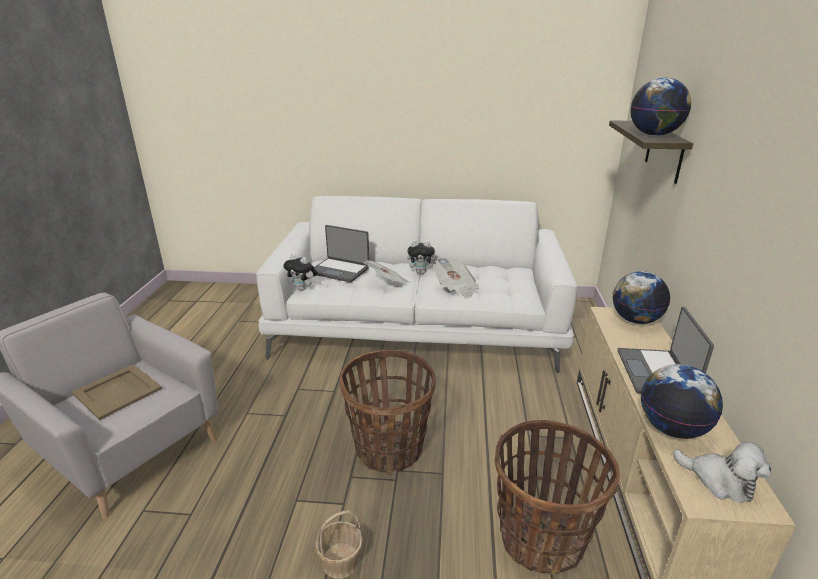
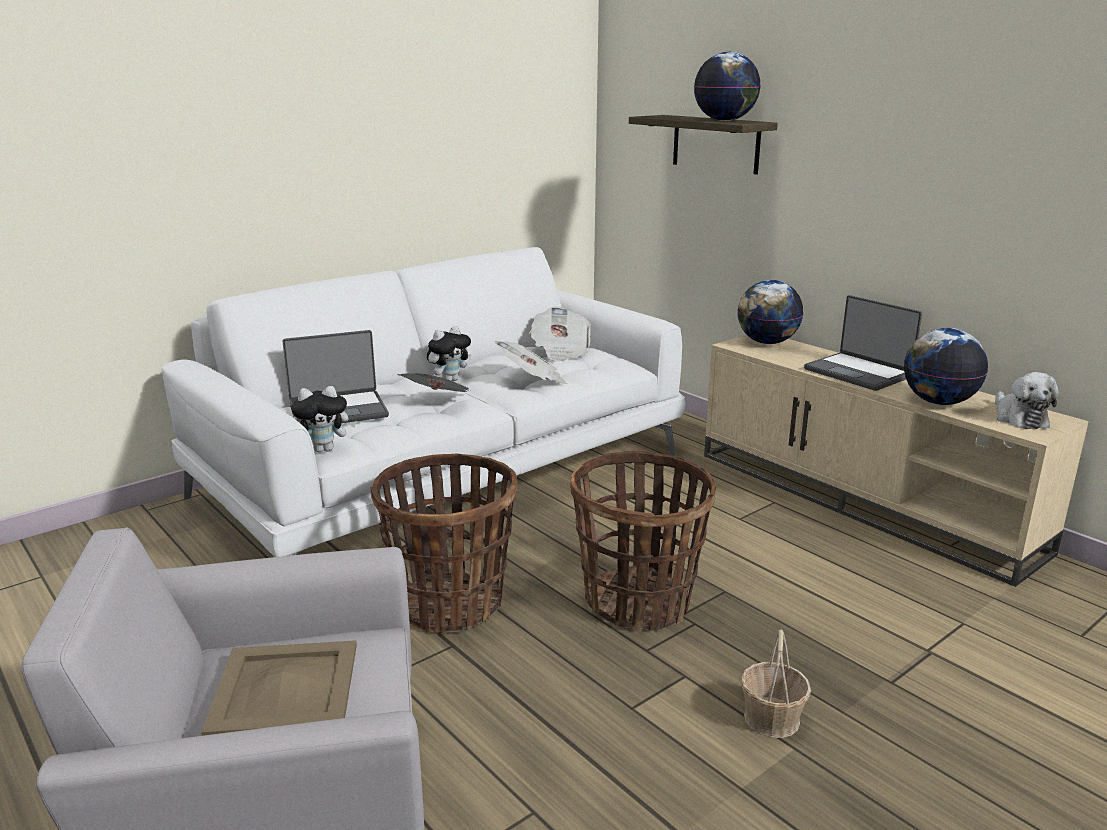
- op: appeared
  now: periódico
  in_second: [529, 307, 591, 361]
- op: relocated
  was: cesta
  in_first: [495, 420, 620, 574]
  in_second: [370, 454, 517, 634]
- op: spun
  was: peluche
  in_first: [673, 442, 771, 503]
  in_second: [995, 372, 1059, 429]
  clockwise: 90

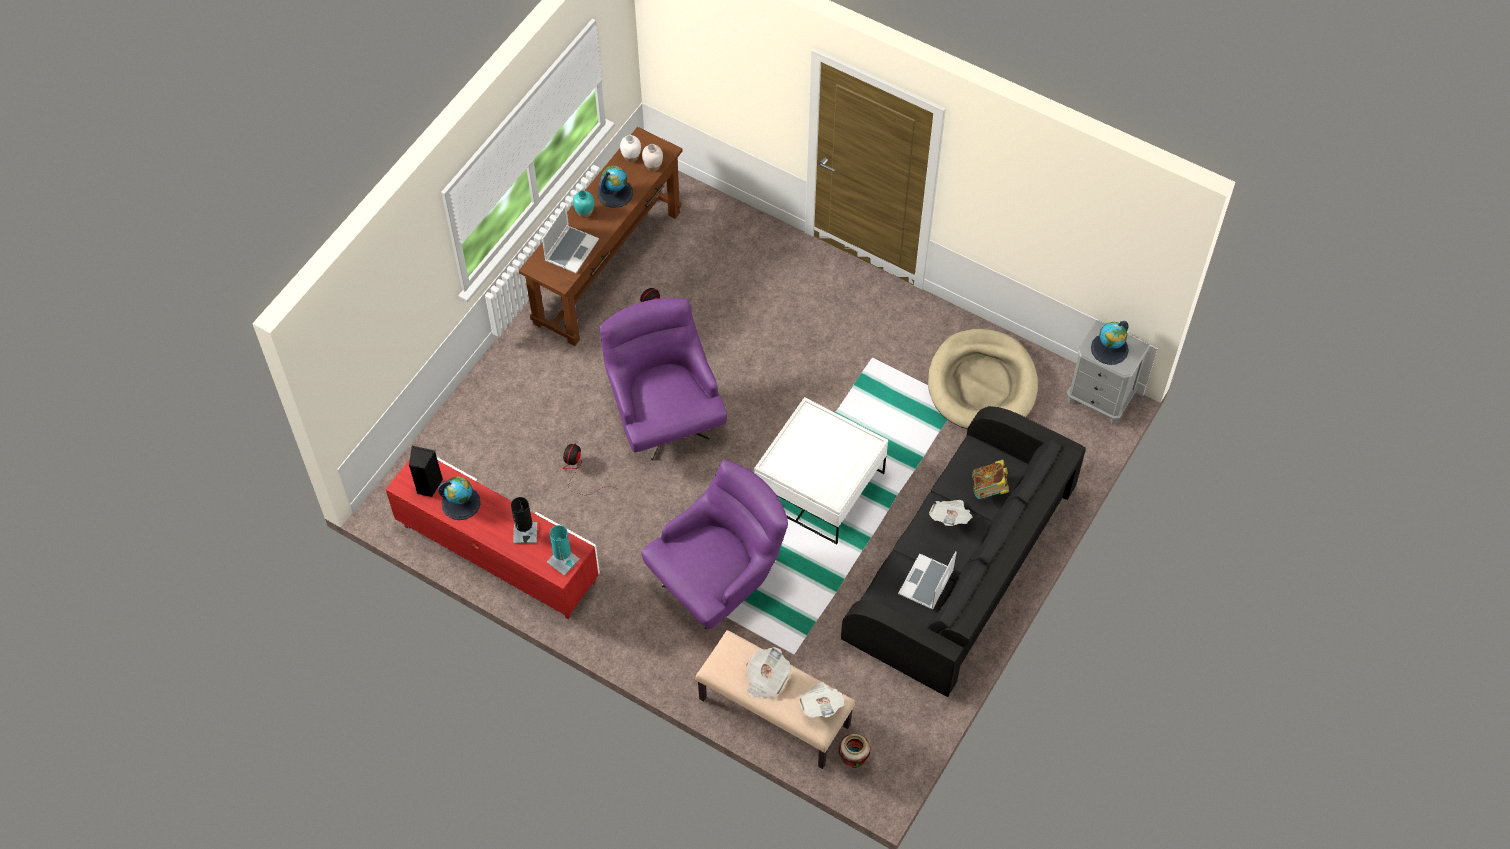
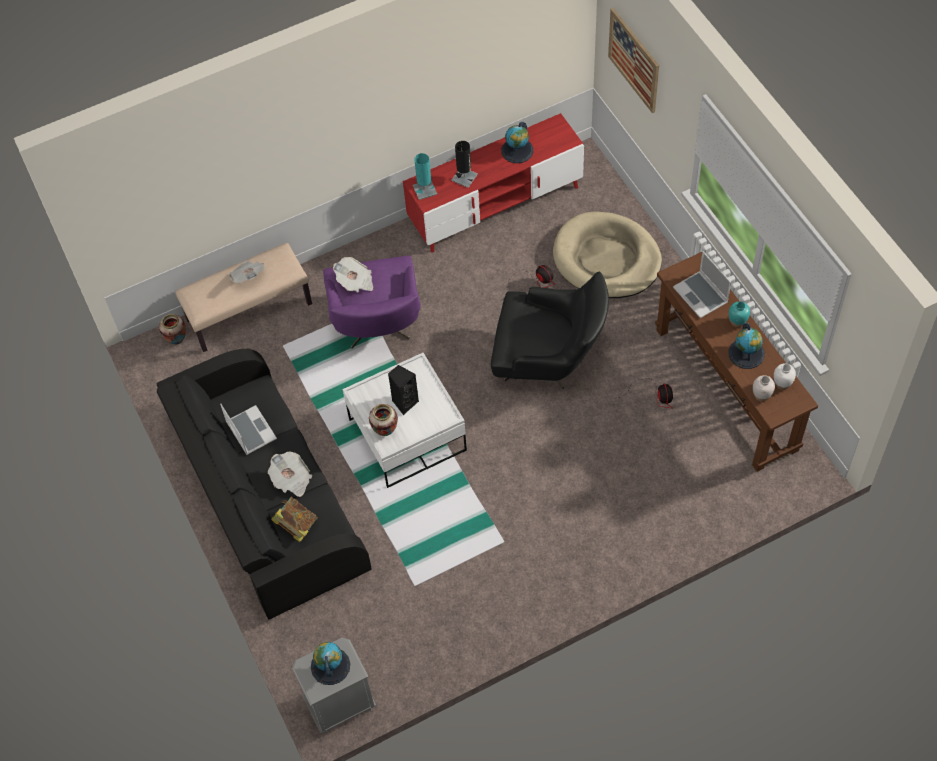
- op: appeared
  now: florero
  in_second: [369, 404, 398, 436]
- op: appeared
  now: cuadro
  in_second: [608, 8, 659, 113]
- op: relocated
  was: altavoz (negro)
  in_first: [409, 446, 443, 497]
  in_second: [388, 365, 419, 415]
- op: relocated
  was: periódico
  in_first: [799, 682, 844, 718]
  in_second: [333, 257, 373, 292]
- op: relocated
  was: cama para perro (beis)
  in_first: [928, 329, 1038, 429]
  in_second: [553, 211, 662, 298]
- op: colour
  was: sillón (morado)
  now: sillón (negro)
  in_first: [600, 298, 727, 460]
  in_second: [491, 272, 609, 389]

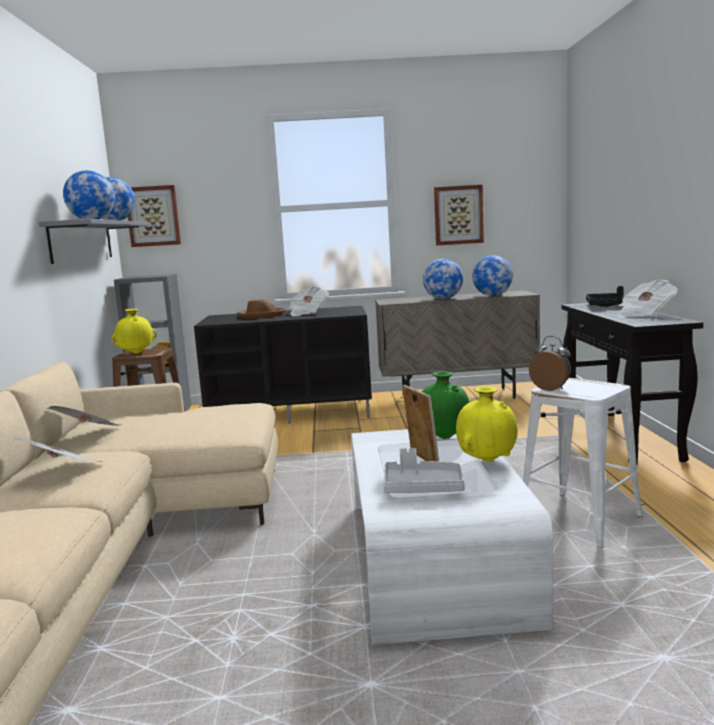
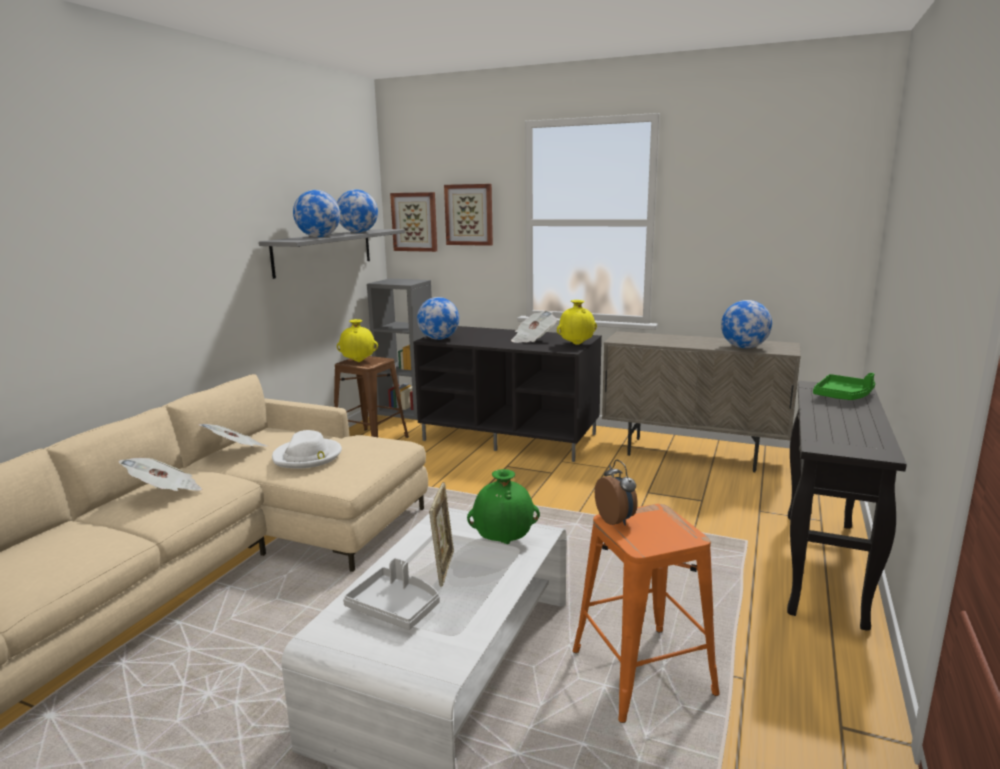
- op: missing
  was: sombrero (marrón)
  in_first: [237, 299, 285, 318]
- op: missing
  was: periódico
  in_first: [617, 280, 678, 317]
- op: appeared
  now: sombrero (blanco)
  in_second: [272, 430, 342, 469]
- op: relocated
  was: globo terráqueo
  in_first: [423, 259, 463, 299]
  in_second: [417, 297, 459, 340]
- op: relocated
  was: cuadro
  in_first: [434, 185, 484, 245]
  in_second: [444, 184, 493, 246]
- op: relocated
  was: florero (amarillo)
  in_first: [456, 386, 518, 462]
  in_second: [557, 300, 597, 345]
- op: colour
  was: taburete (blanco)
  now: taburete (naranja)
  in_first: [523, 378, 643, 547]
  in_second: [573, 504, 720, 723]
- op: colour
  was: bandeja (negro)
  now: bandeja (verde)
  in_first: [586, 286, 624, 307]
  in_second: [813, 373, 875, 400]

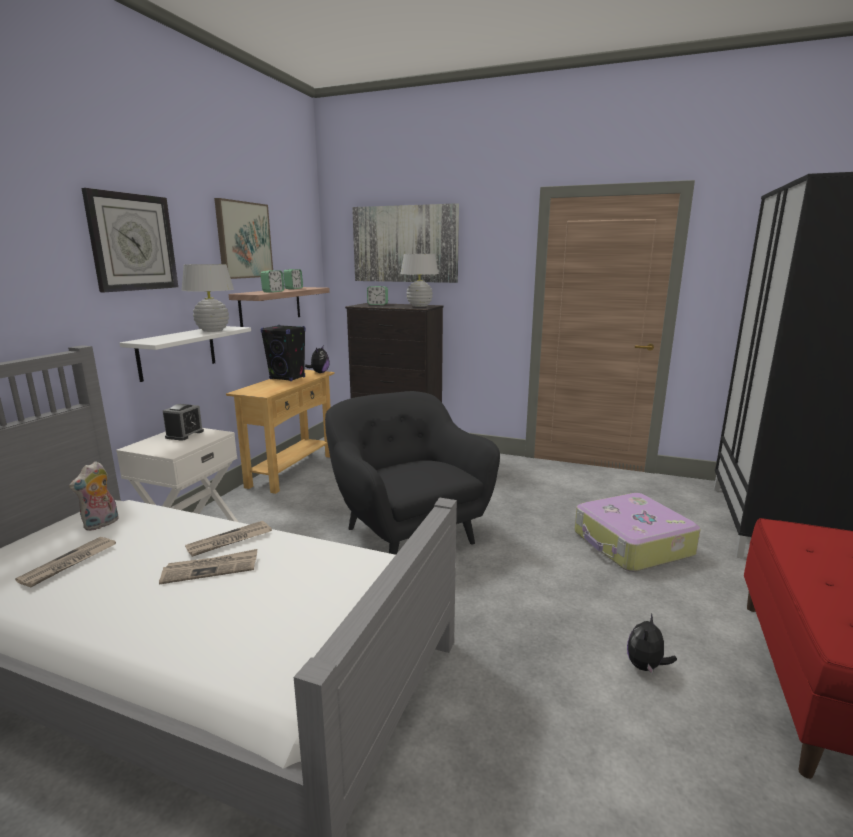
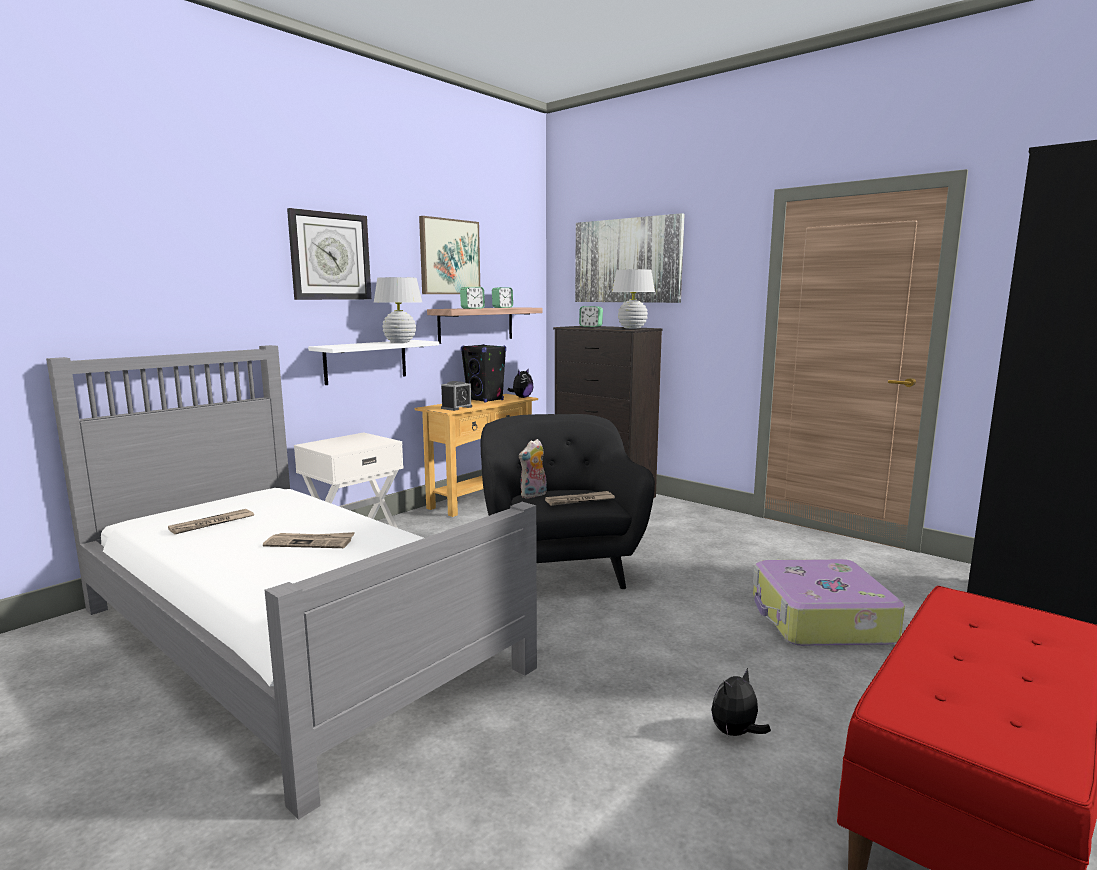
- op: relocated
  was: peluche
  in_first: [69, 461, 118, 531]
  in_second: [519, 439, 547, 499]
- op: relocated
  was: despertador
  in_first: [162, 404, 204, 441]
  in_second: [441, 381, 472, 411]
- op: relocated
  was: periódico
  in_first: [185, 521, 272, 557]
  in_second: [545, 491, 615, 506]

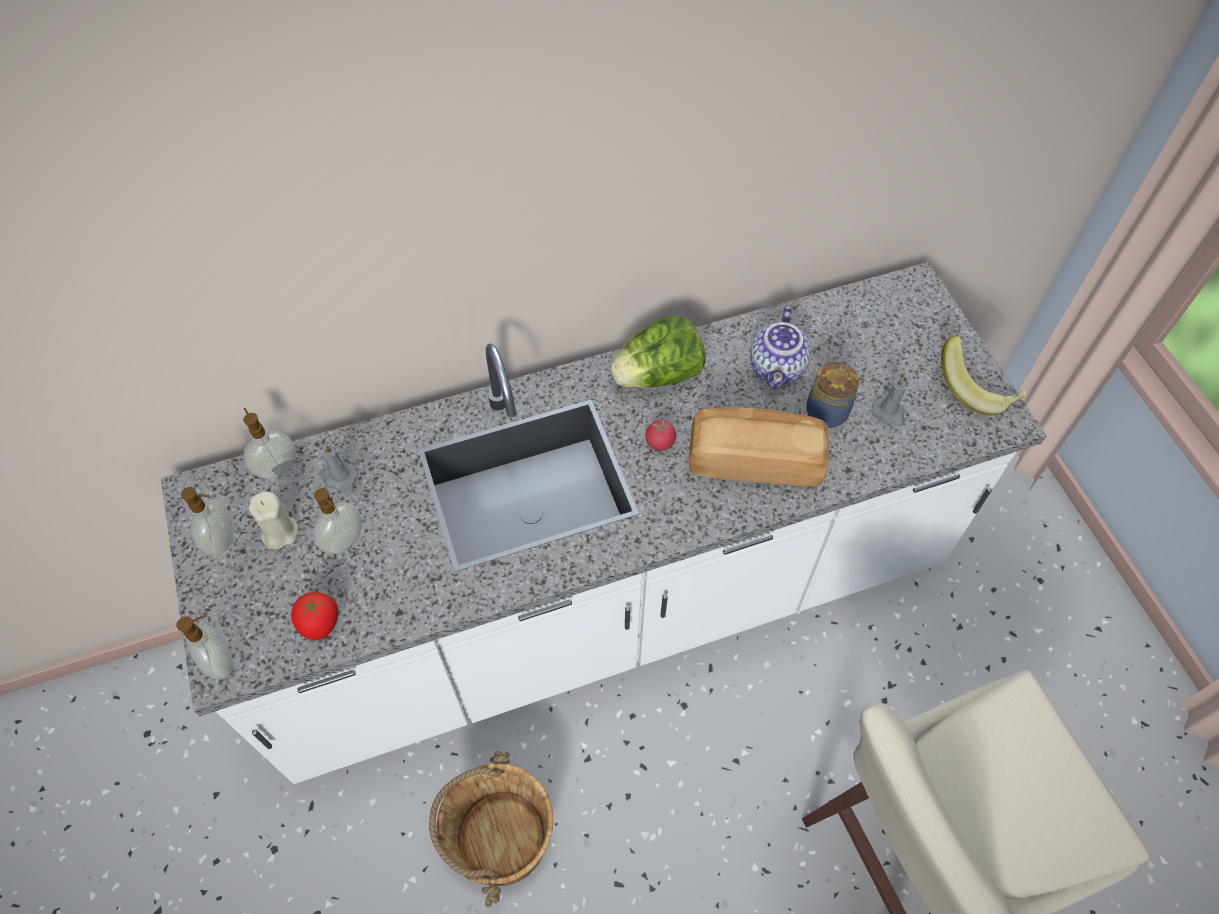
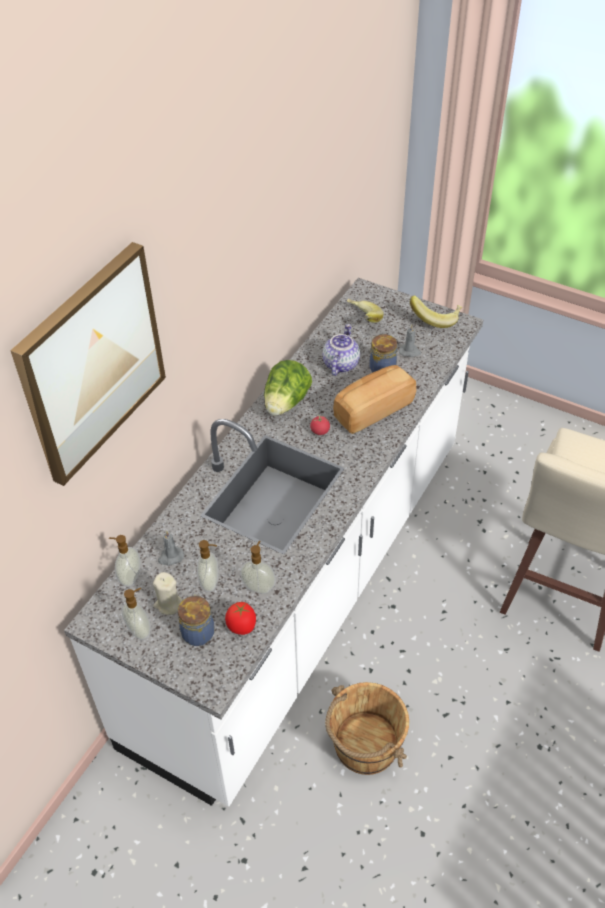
- op: appeared
  now: cuadro
  in_second: [10, 242, 166, 486]
- op: appeared
  now: tarro
  in_second: [178, 594, 215, 646]
- op: appeared
  now: plátano
  in_second: [347, 299, 384, 323]
- op: relocated
  was: dispensador de jabón
  in_first: [176, 614, 233, 679]
  in_second: [240, 541, 276, 594]
- op: spun
  was: tetera
  in_first: [750, 306, 811, 389]
  in_second: [323, 324, 360, 376]
  clockwise: -135

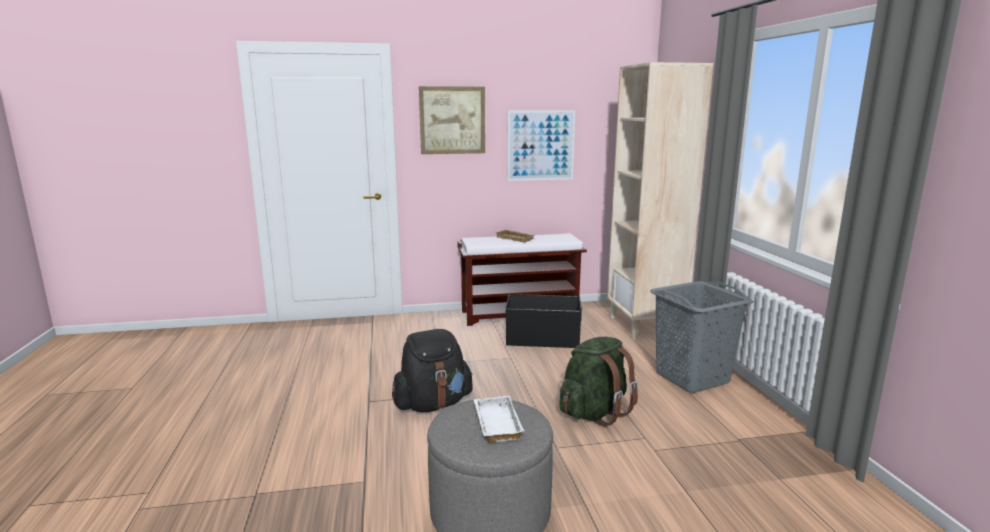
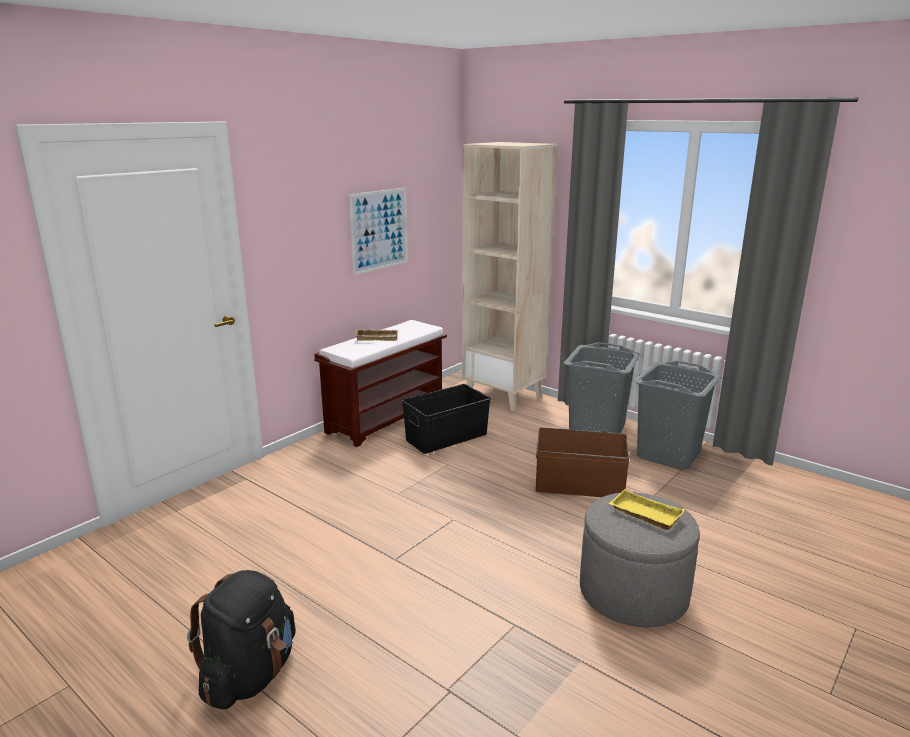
- op: missing
  was: cuadro
  in_first: [419, 86, 485, 154]
- op: appeared
  now: cesto de la ropa (gris)
  in_second: [634, 360, 722, 470]
- op: relocated
  was: mochila (negro)
  in_first: [392, 329, 473, 412]
  in_second: [187, 570, 296, 709]
- op: exchanged
  was: mochila (verde)
  now: caja de almacenaje (marrón)
  in_first: [559, 337, 638, 427]
  in_second: [536, 427, 630, 497]
- op: colour
  was: bandeja (blanco)
  now: bandeja (amarillo)
  in_first: [474, 395, 524, 443]
  in_second: [609, 489, 685, 530]

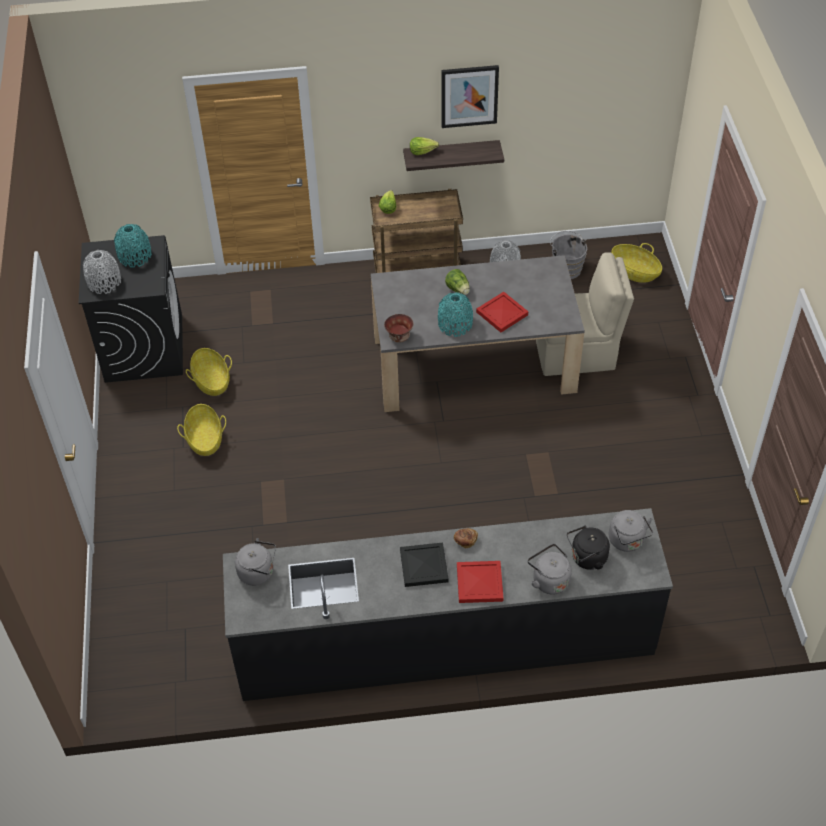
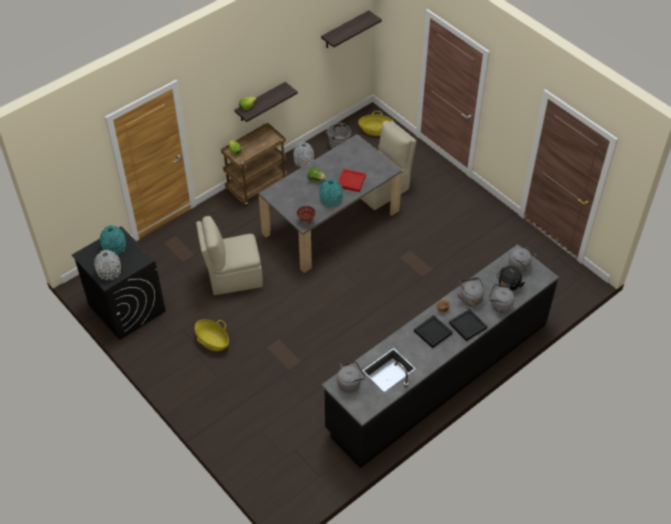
- op: missing
  was: cesta
  in_first: [186, 348, 232, 396]
- op: missing
  was: cuadro
  in_first: [441, 65, 499, 128]
- op: appeared
  now: silla (beis)
  in_second: [196, 216, 263, 295]
- op: appeared
  now: estante
  in_second: [321, 10, 382, 48]
- op: appeared
  now: hervidor (gris)
  in_second: [458, 278, 484, 307]
- op: colour
  was: bandeja (rojo)
  now: bandeja (negro)
  in_first: [457, 561, 504, 603]
  in_second: [449, 309, 487, 341]

